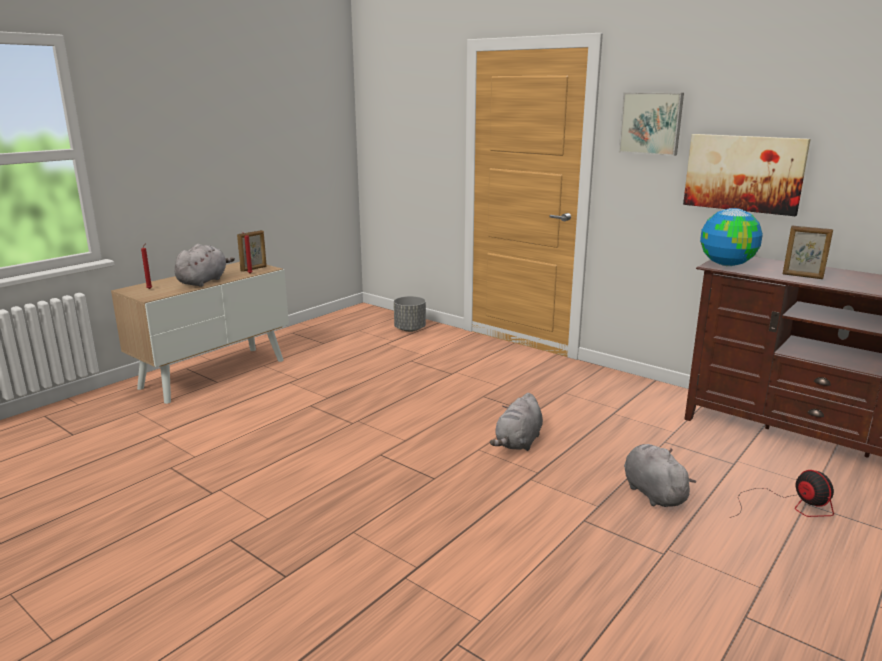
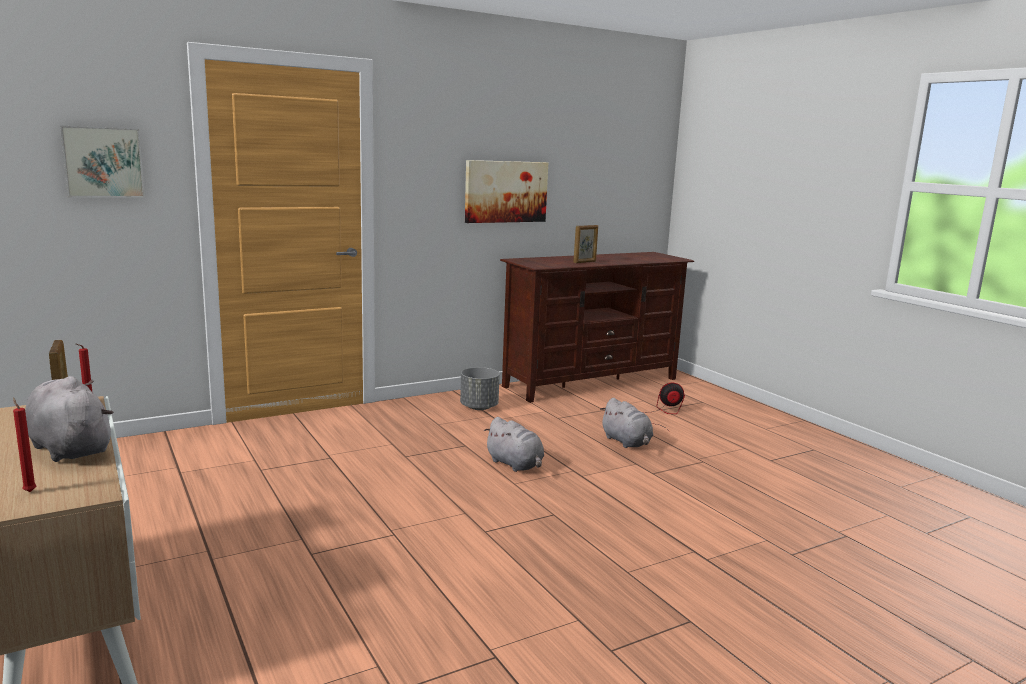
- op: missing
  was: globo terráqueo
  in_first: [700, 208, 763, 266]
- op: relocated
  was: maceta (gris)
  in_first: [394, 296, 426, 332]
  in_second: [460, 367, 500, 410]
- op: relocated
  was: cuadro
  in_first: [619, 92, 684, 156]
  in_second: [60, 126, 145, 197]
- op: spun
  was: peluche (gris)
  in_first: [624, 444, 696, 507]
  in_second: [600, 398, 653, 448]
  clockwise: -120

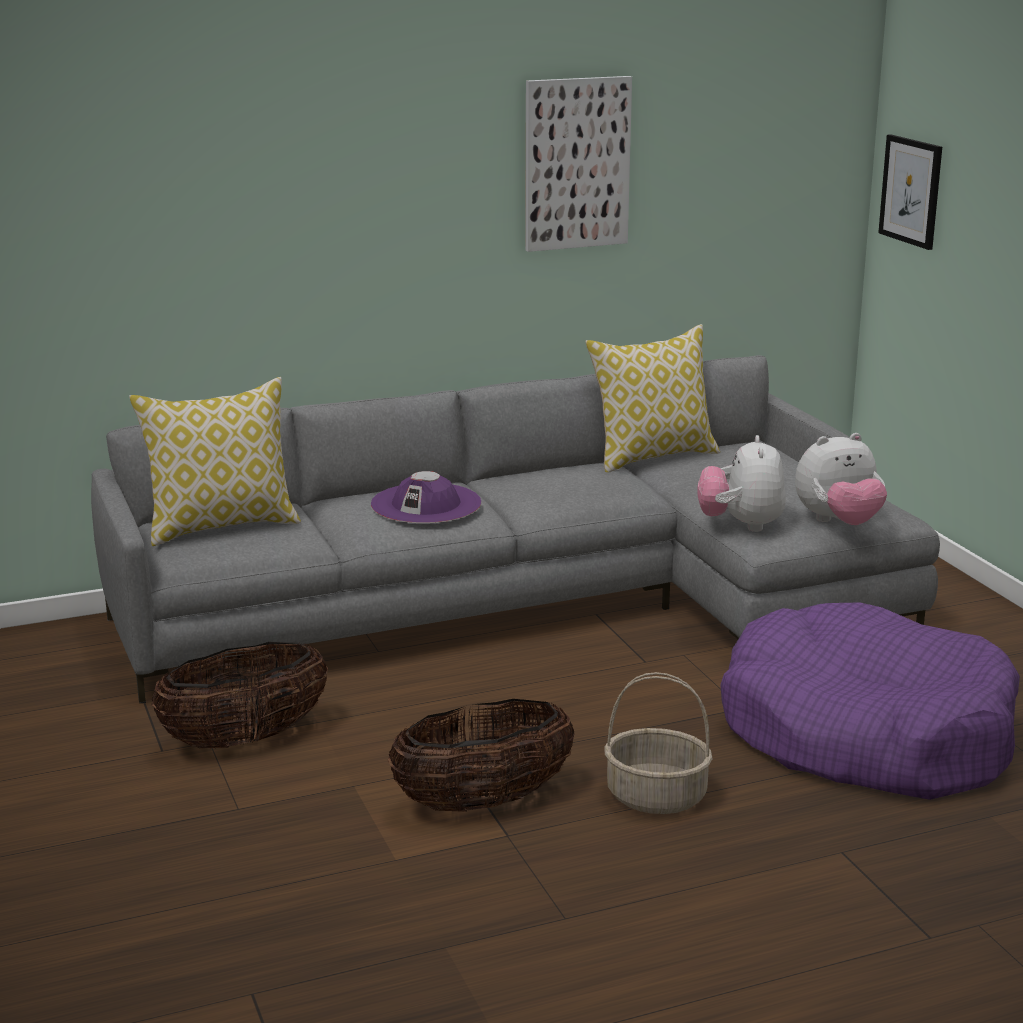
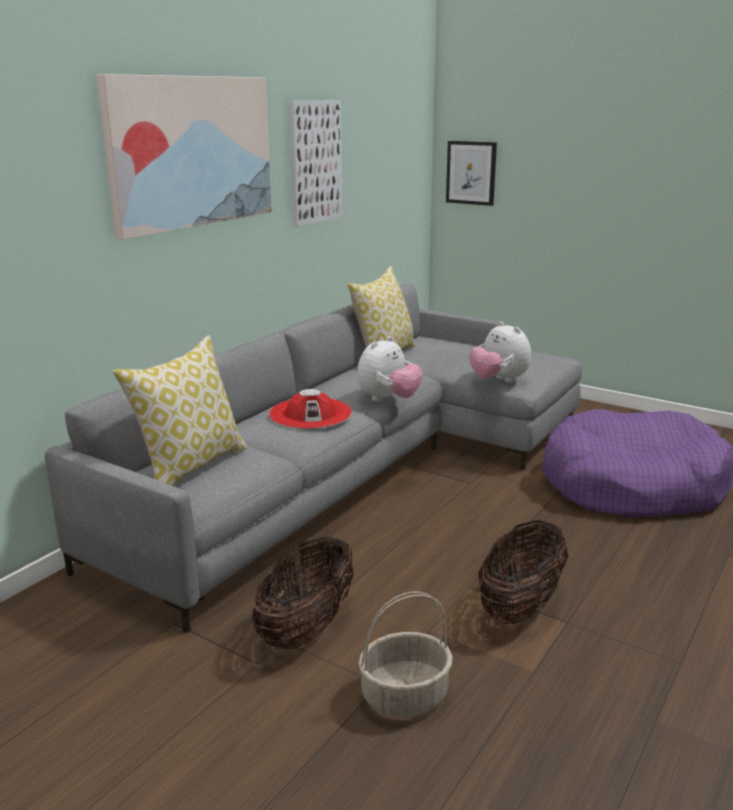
- op: appeared
  now: cuadro
  in_second: [96, 74, 272, 240]
- op: relocated
  was: cesta
  in_first: [604, 672, 712, 814]
  in_second: [358, 592, 453, 717]
- op: relocated
  was: peluche
  in_first: [795, 433, 887, 525]
  in_second: [357, 336, 423, 401]
- op: colour
  was: sombrero (morado)
  now: sombrero (rojo)
  in_first: [371, 471, 481, 523]
  in_second: [269, 389, 352, 429]

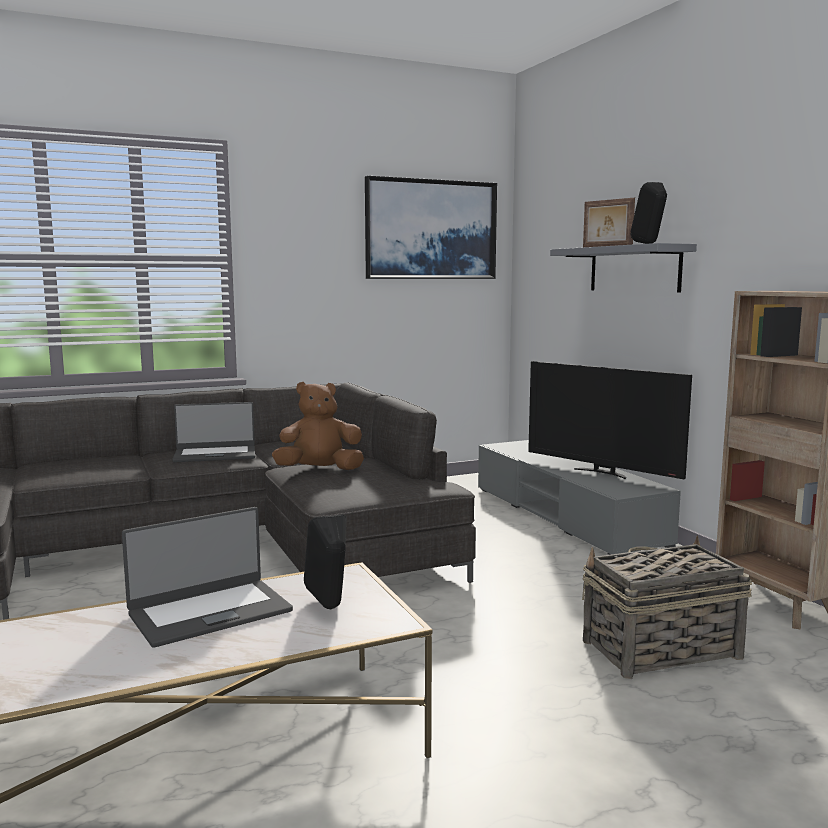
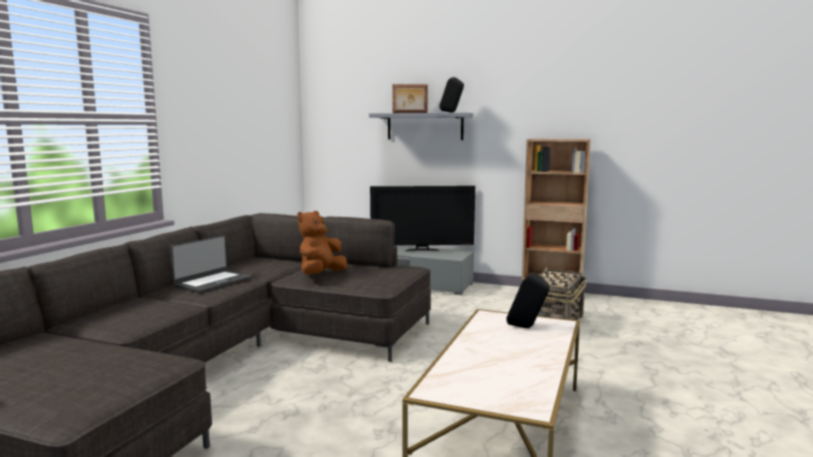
- op: missing
  was: portátil
  in_first: [122, 507, 293, 648]
- op: missing
  was: cuadro
  in_first: [365, 176, 497, 279]

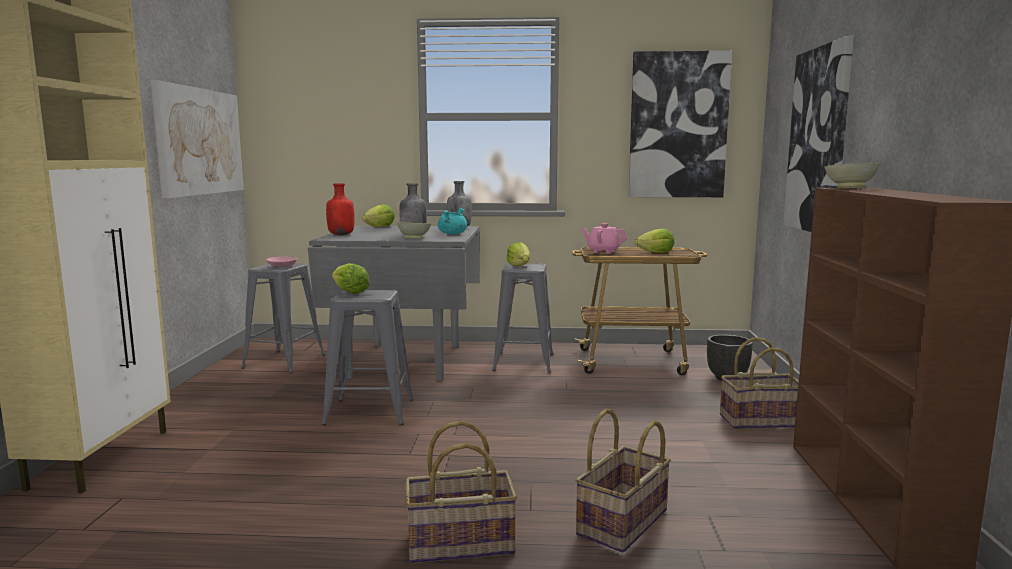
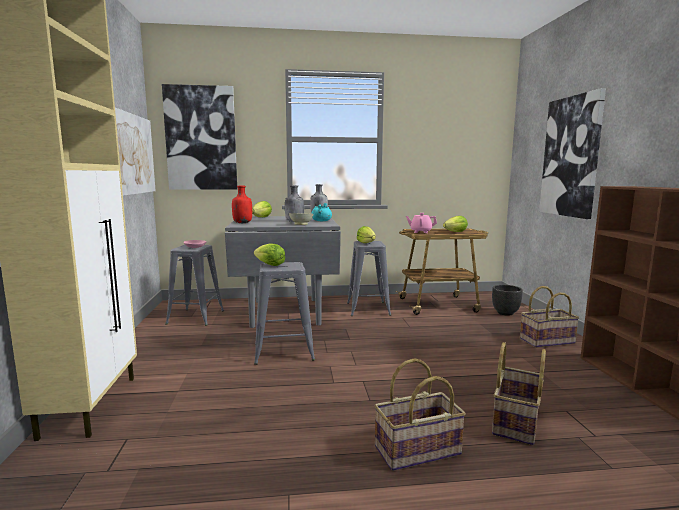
- op: missing
  was: cuenco (beis)
  in_first: [824, 163, 880, 188]
- op: relocated
  was: cuadro
  in_first: [628, 51, 732, 197]
  in_second: [162, 84, 237, 190]

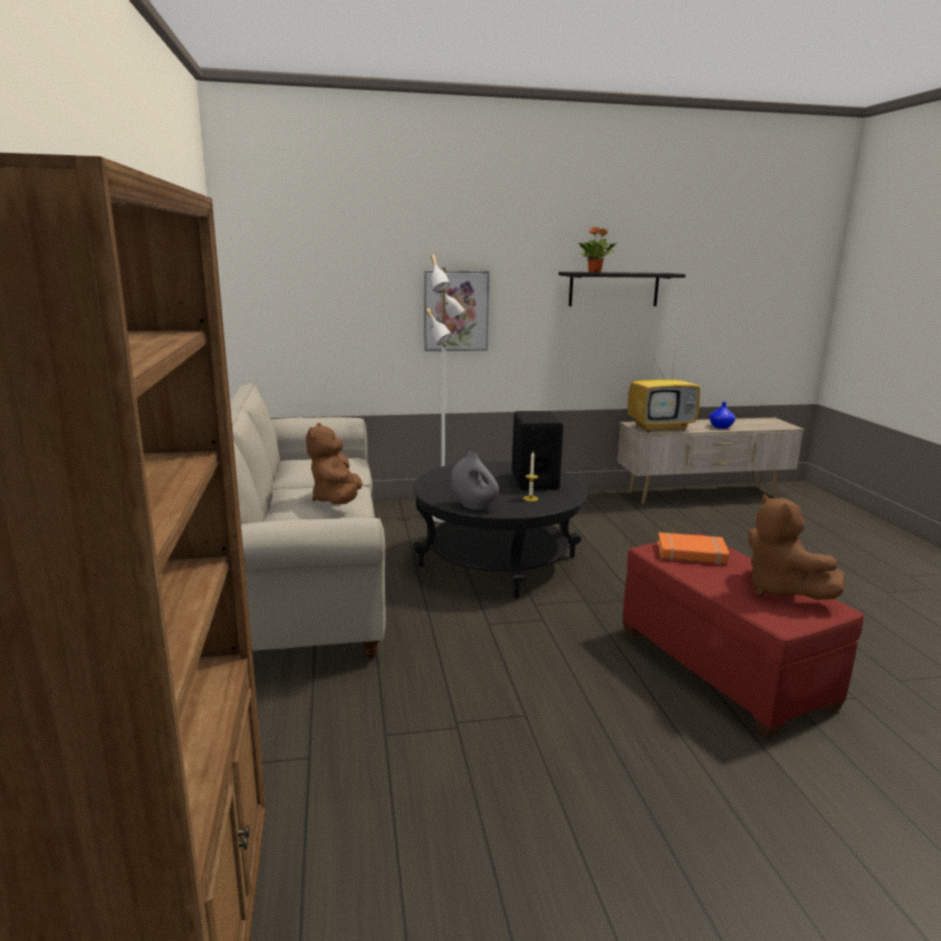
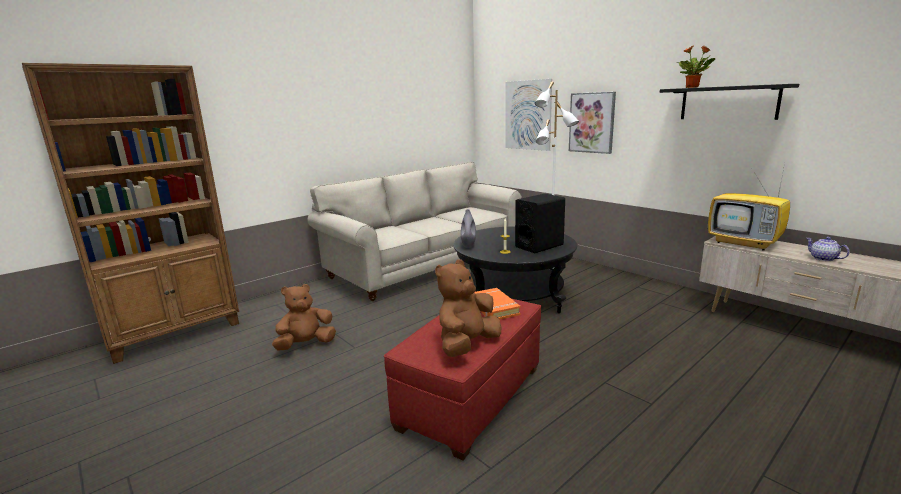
- op: appeared
  now: cuadro
  in_second: [505, 79, 552, 151]
- op: relocated
  was: peluche (marrón)
  in_first: [306, 423, 362, 504]
  in_second: [272, 284, 336, 351]
- op: exchanged
  was: florero (azul)
  now: tetera
  in_first: [709, 402, 735, 429]
  in_second: [806, 237, 850, 261]

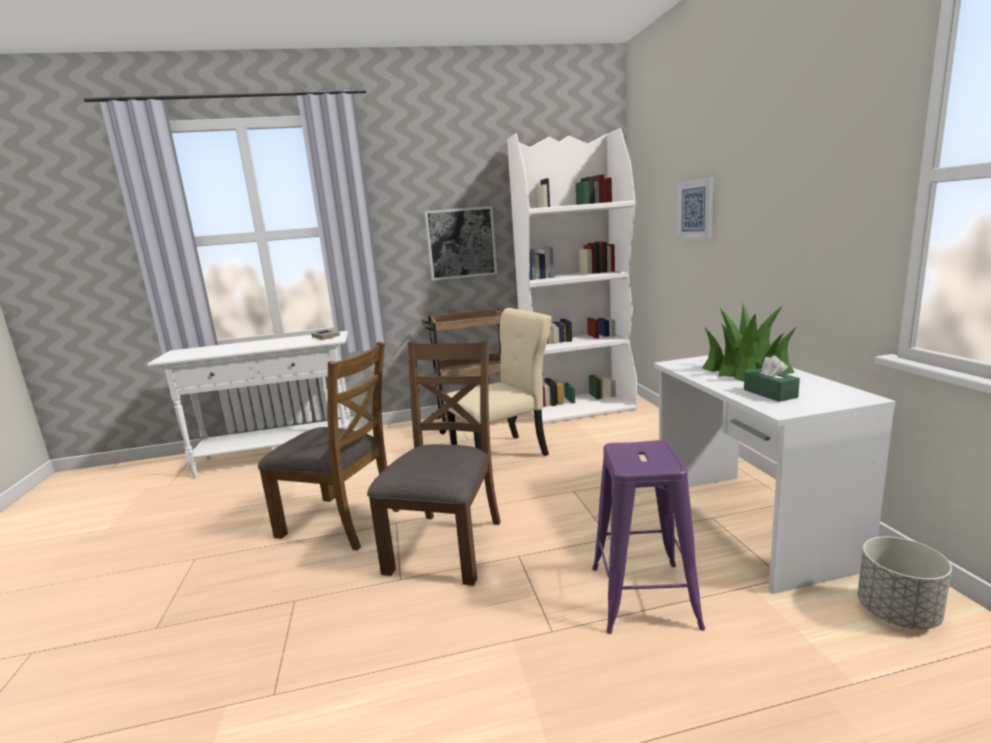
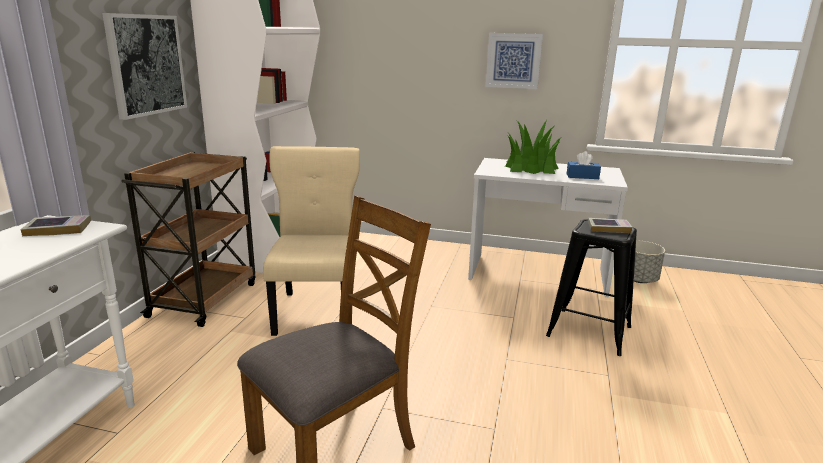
- op: missing
  was: silla (marrón)
  in_first: [367, 341, 501, 586]
- op: appeared
  now: libro
  in_second: [588, 218, 632, 233]
- op: relocated
  was: cuadro
  in_first: [677, 177, 714, 239]
  in_second: [486, 33, 543, 89]
- op: colour
  was: taburete (morado)
  now: taburete (negro)
  in_first: [592, 440, 705, 634]
  in_second: [546, 219, 637, 356]
- op: colour
  was: caja de pañuelos (verde)
  now: caja de pañuelos (azul)
  in_first: [744, 355, 800, 402]
  in_second: [567, 151, 601, 179]

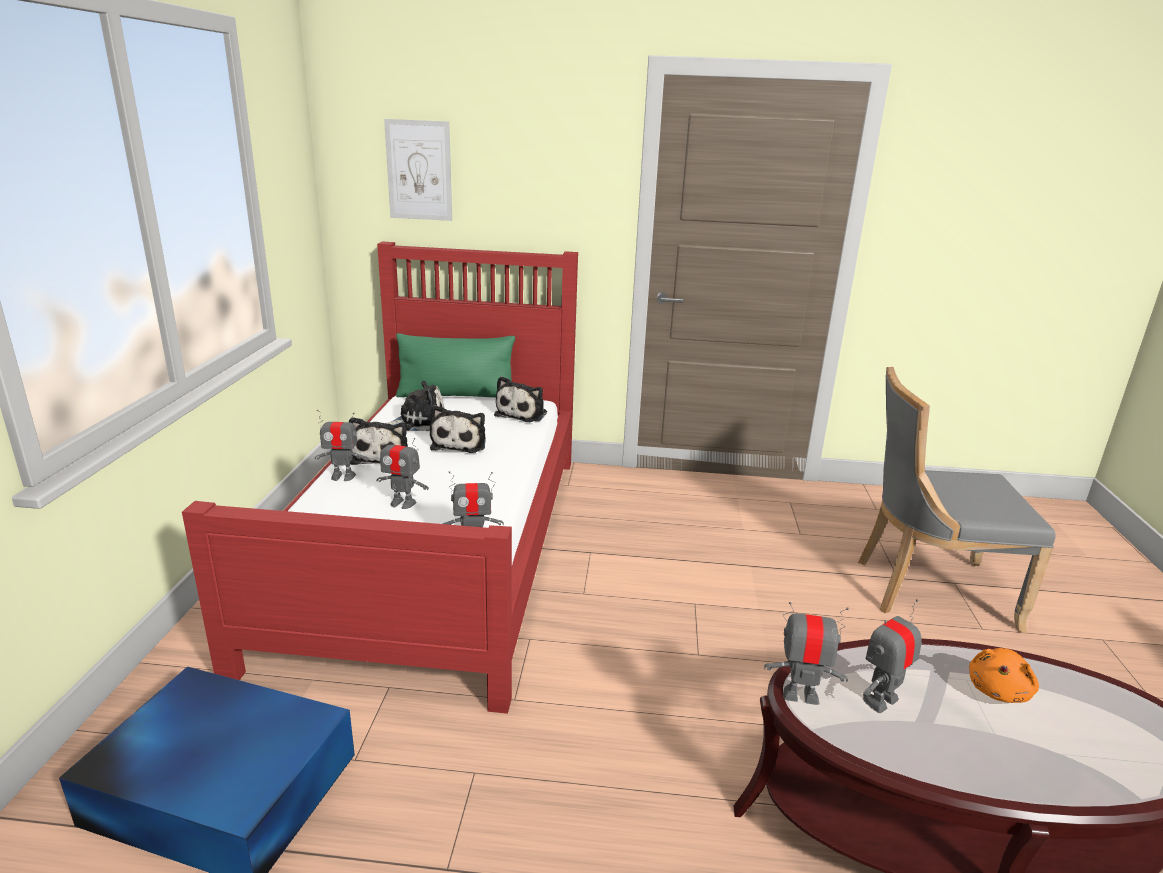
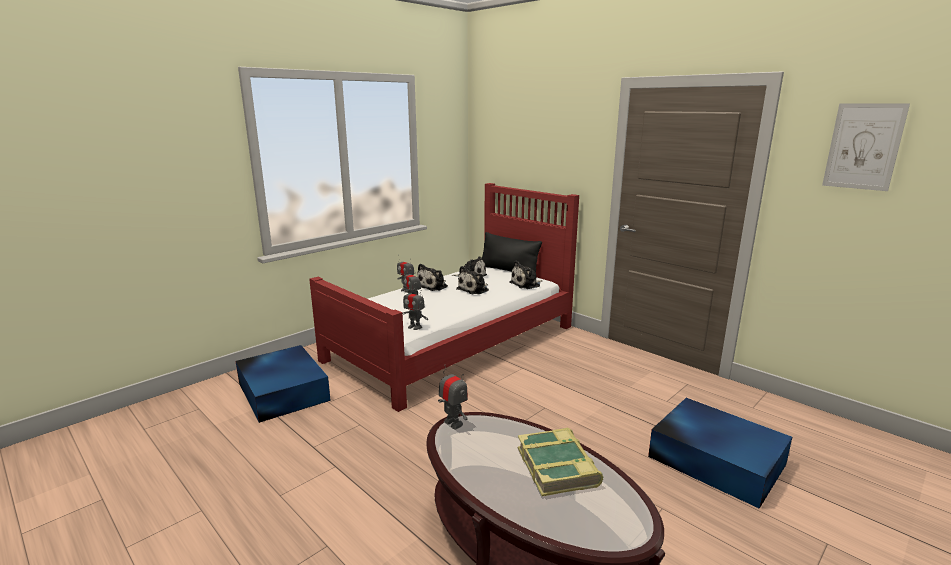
- op: missing
  was: robot de juguete
  in_first: [863, 599, 922, 713]
- op: relocated
  was: cuadro
  in_first: [384, 119, 452, 221]
  in_second: [822, 103, 910, 191]
- op: exchanged
  was: silla (gris)
  now: caja de almacenaje (azul)
  in_first: [858, 367, 1055, 633]
  in_second: [648, 398, 792, 509]
- op: exchanged
  was: peluche (naranja)
  now: libro
  in_first: [969, 648, 1039, 703]
  in_second: [518, 428, 603, 496]
- op: colour
  was: cojín (verde)
  now: cojín (negro)
  in_first: [396, 333, 515, 397]
  in_second: [481, 232, 542, 274]

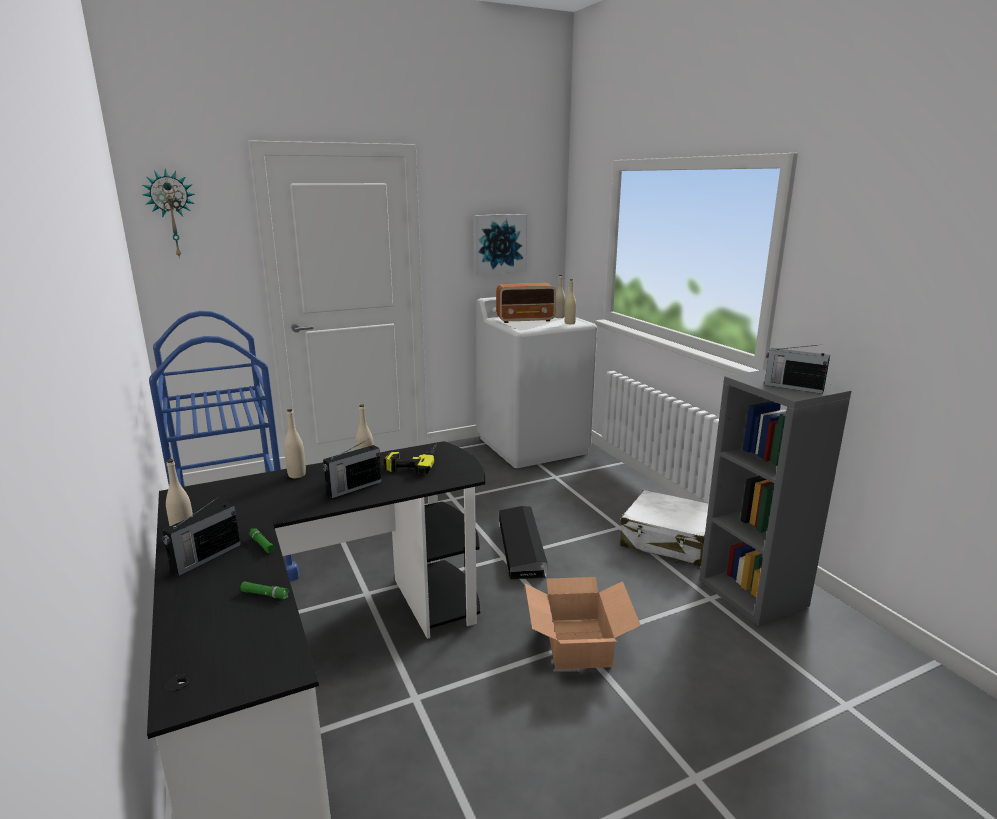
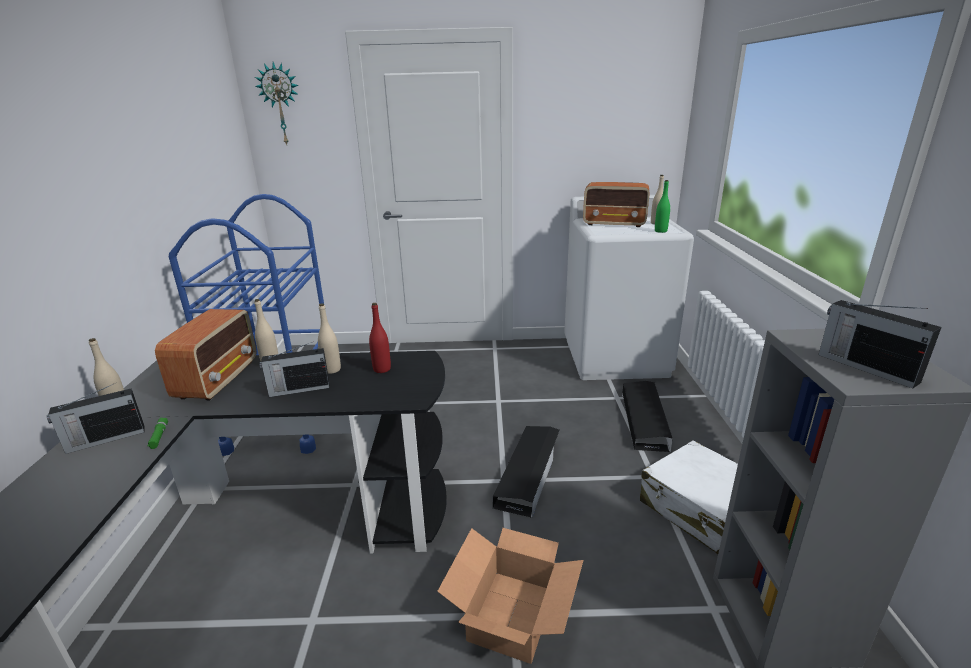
- op: missing
  was: linterna (verde)
  in_first: [240, 582, 289, 599]
- op: missing
  was: cuadro
  in_first: [473, 214, 527, 275]
- op: appeared
  now: radio
  in_second: [155, 309, 257, 401]
- op: appeared
  now: caja de almacenaje (negro)
  in_second: [622, 381, 673, 452]
- op: exchanged
  was: taladro
  now: botella (rojo)
  in_first: [383, 443, 437, 474]
  in_second: [369, 303, 391, 373]
- op: colour
  was: botella (beis)
  now: botella (verde)
  in_first: [564, 279, 576, 324]
  in_second: [655, 180, 670, 233]

